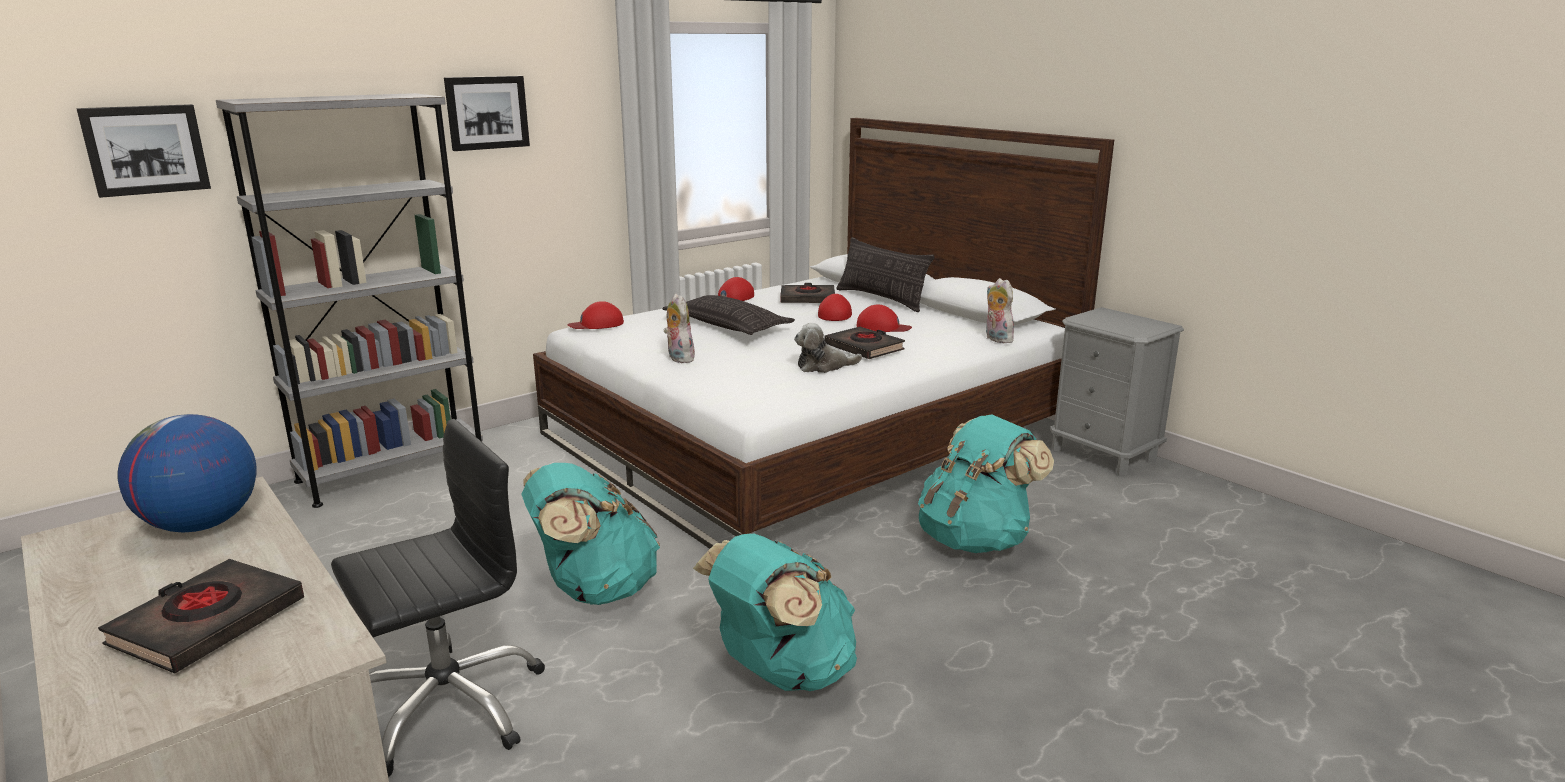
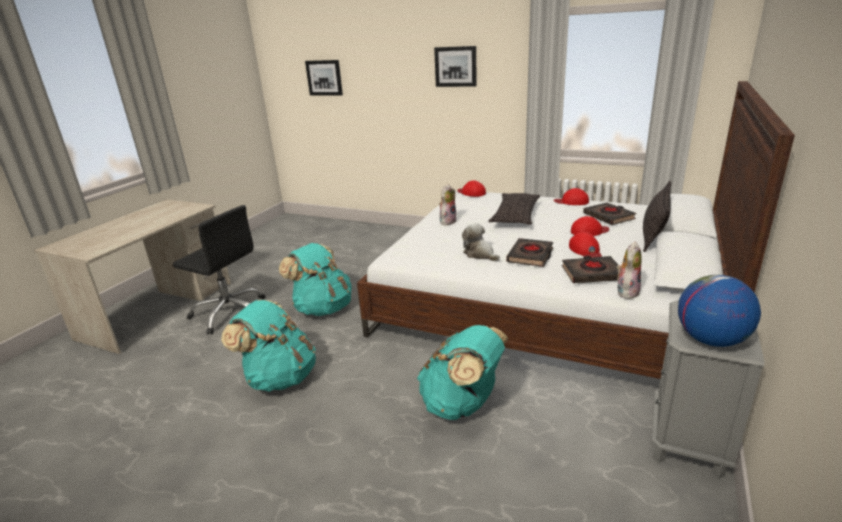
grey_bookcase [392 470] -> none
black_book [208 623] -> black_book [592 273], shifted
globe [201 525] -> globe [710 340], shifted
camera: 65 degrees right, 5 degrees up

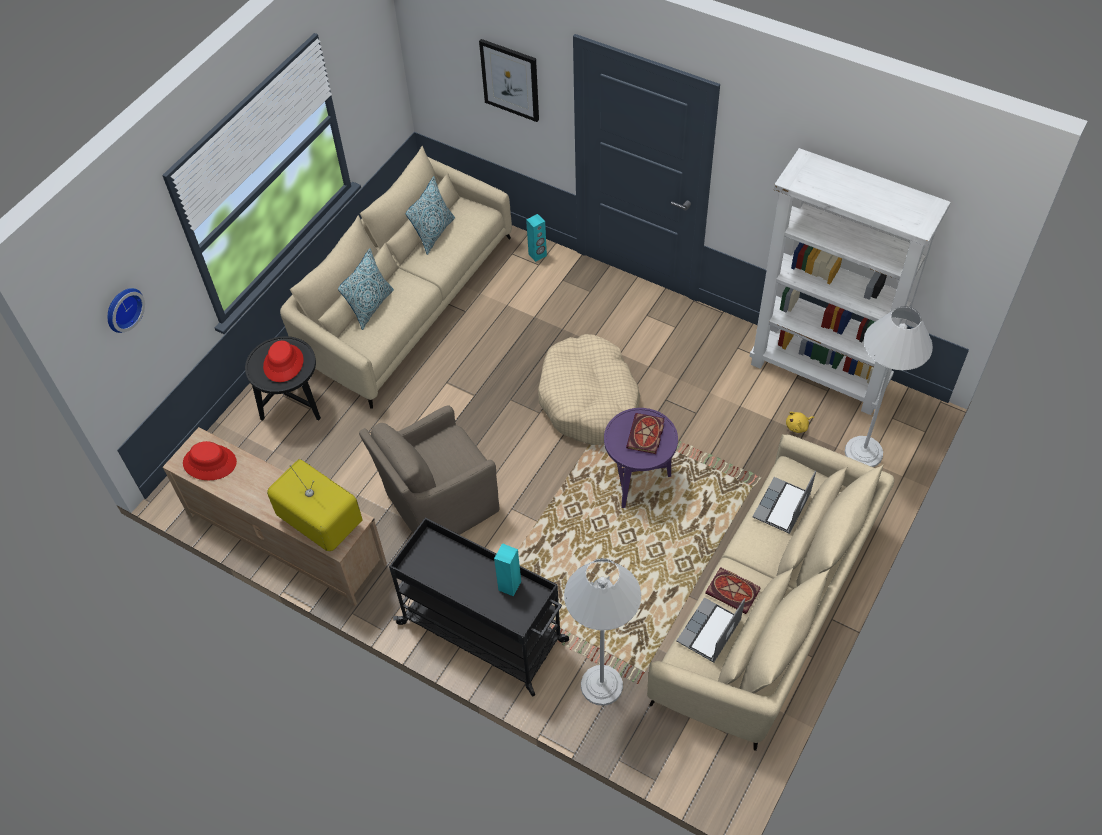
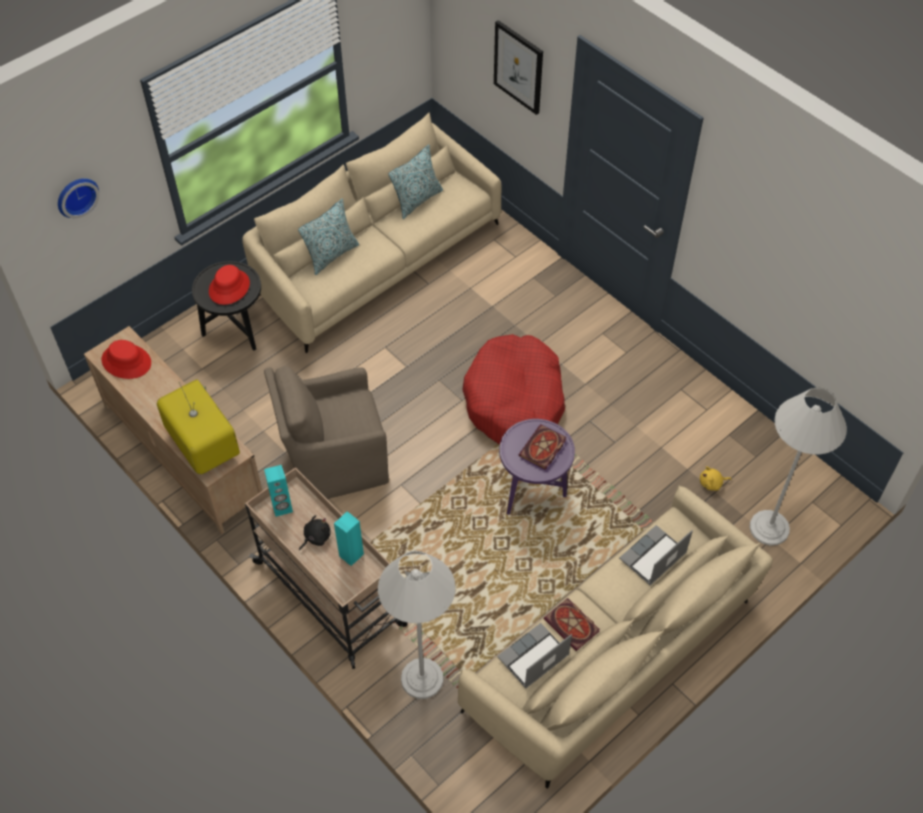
white_bookcase [820 374] -> none
none -> black_plush_toy [316 537]
turquoise_speaker [537 255] -> turquoise_speaker [282 508], shifted
black_cart [484 633] -> beige_cart [330 595]
beige_dog_bed [589 400] -> red_dog_bed [515 401]
camera: 15 degrees right, 0 degrees up

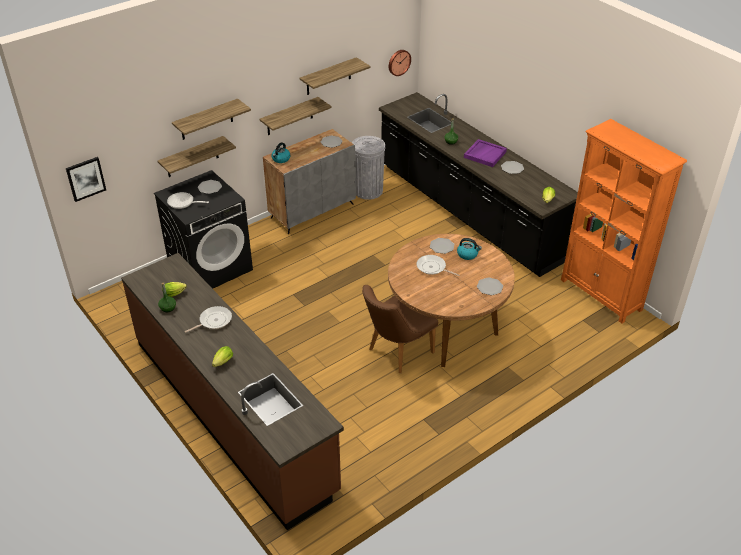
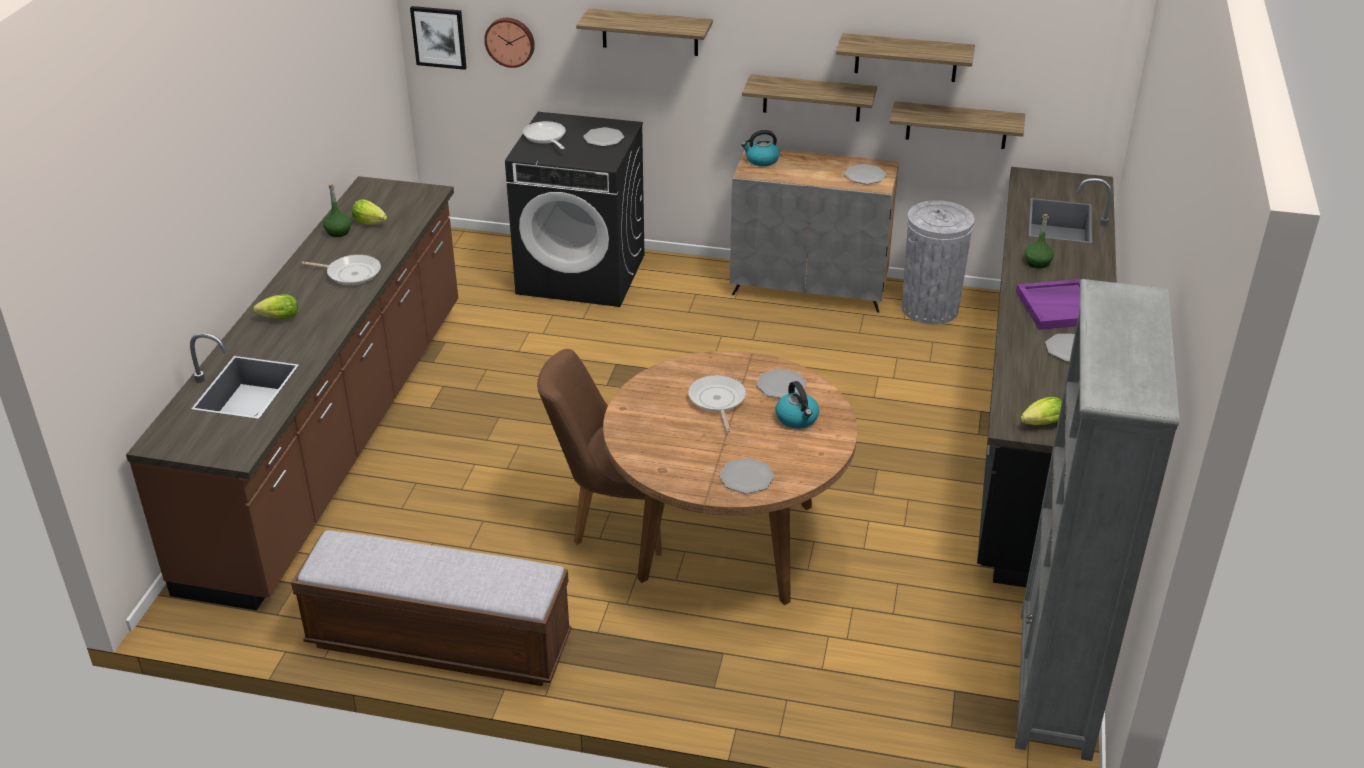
none -> bench [439 642]
shelf [192 157] -> shelf [957 125], shifted
wall_clock [398 62] -> wall_clock [510 41], shifted
orange_bookcase [601 295] -> grey_bookcase [1054 683]
camera: 50 degrees right, 5 degrees down

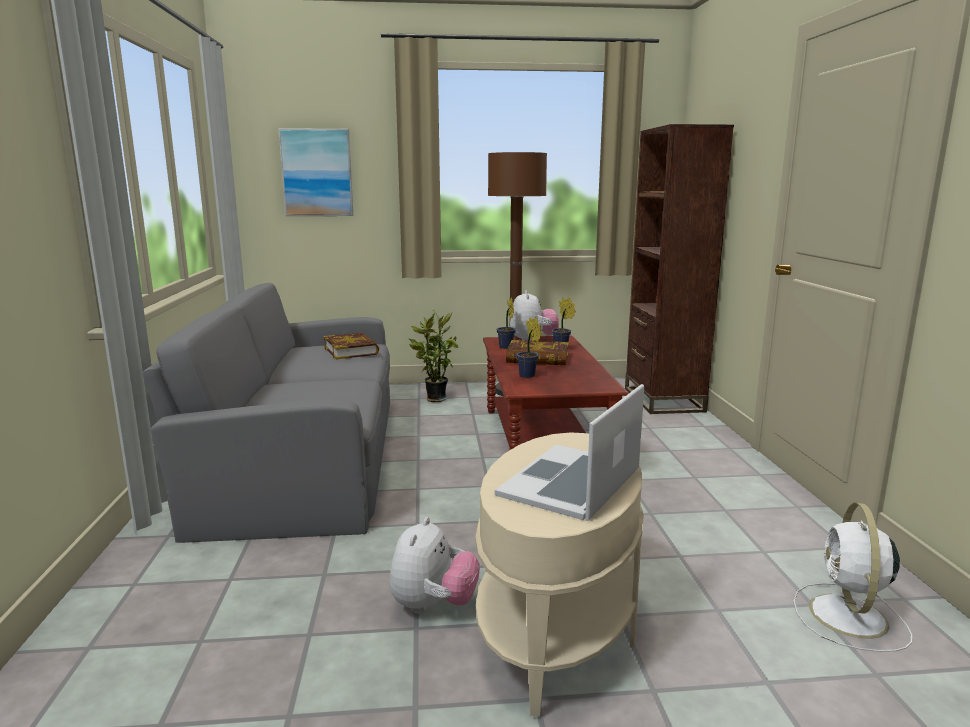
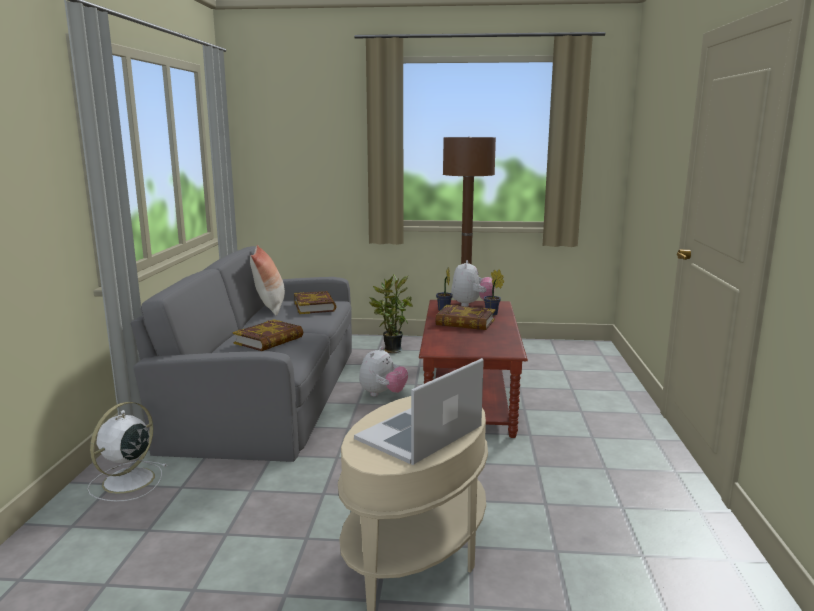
picture [317 173] -> none
potted_plant [528 376] -> none
brown_bookcase [663 399] -> none
none -> book [269 340]
none -> pillow [270 307]
plush_toy [433 605] -> plush_toy [382 394], shifted
white_fan [849 618] -> white_fan [126 482], shifted
camera: 10 degrees right, 0 degrees up

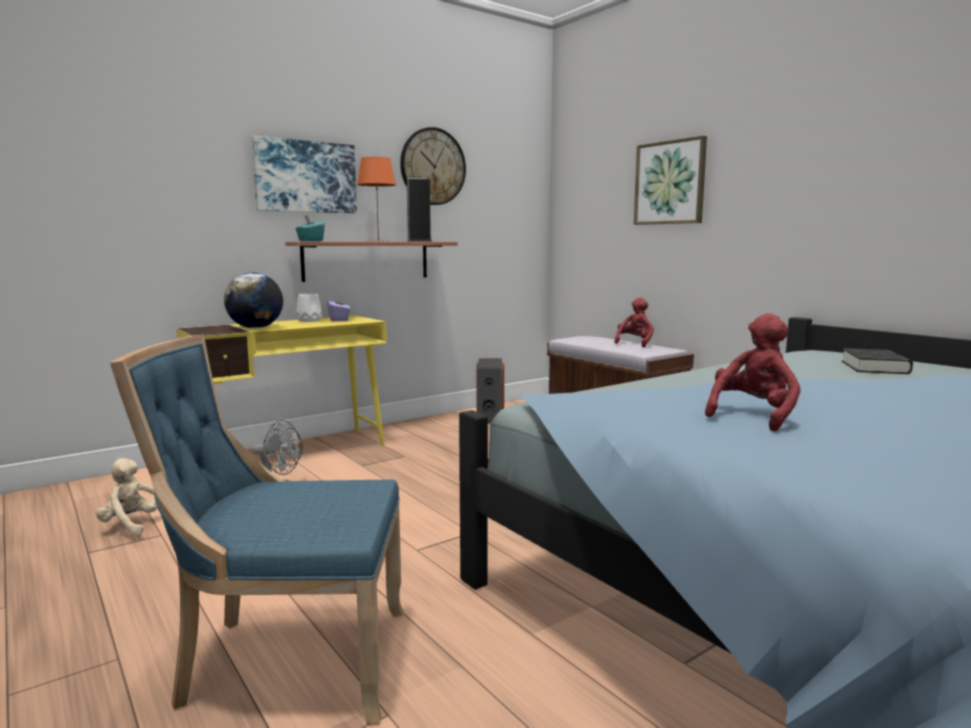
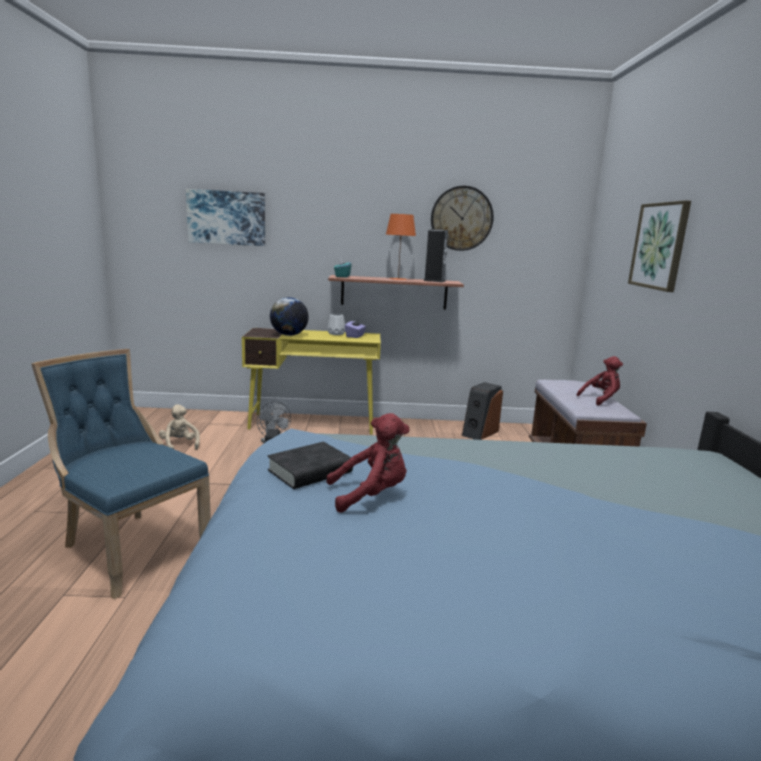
picture [305 177] -> picture [227 218], shifted
black_book [874 367] -> black_book [310 471], shifted
camera: 35 degrees right, 5 degrees up

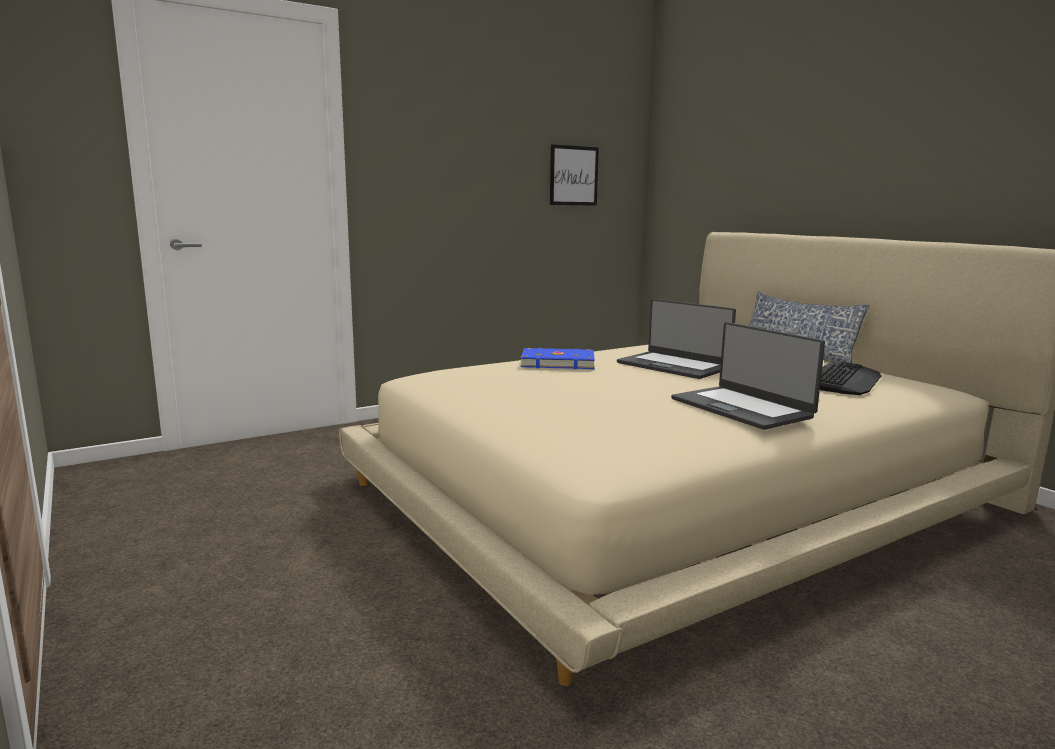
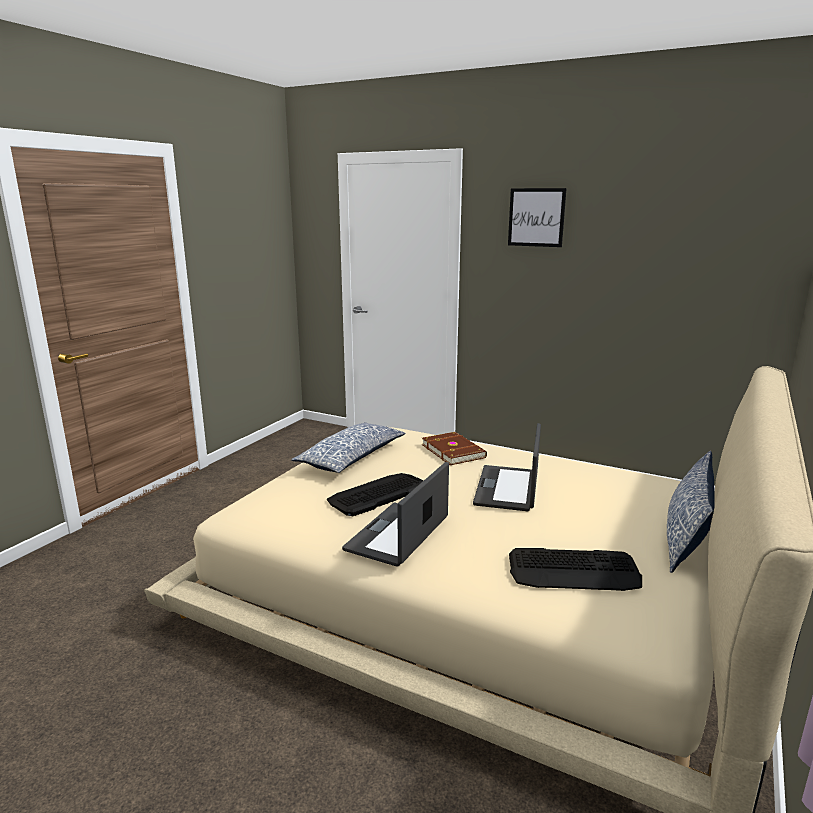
none -> pillow [352 458]
none -> keyboard [377 494]
picture [573 175] -> picture [536 217], shifted
blue_book [557 362] -> brown_book [454 451]
camera: 60 degrees right, 5 degrees up

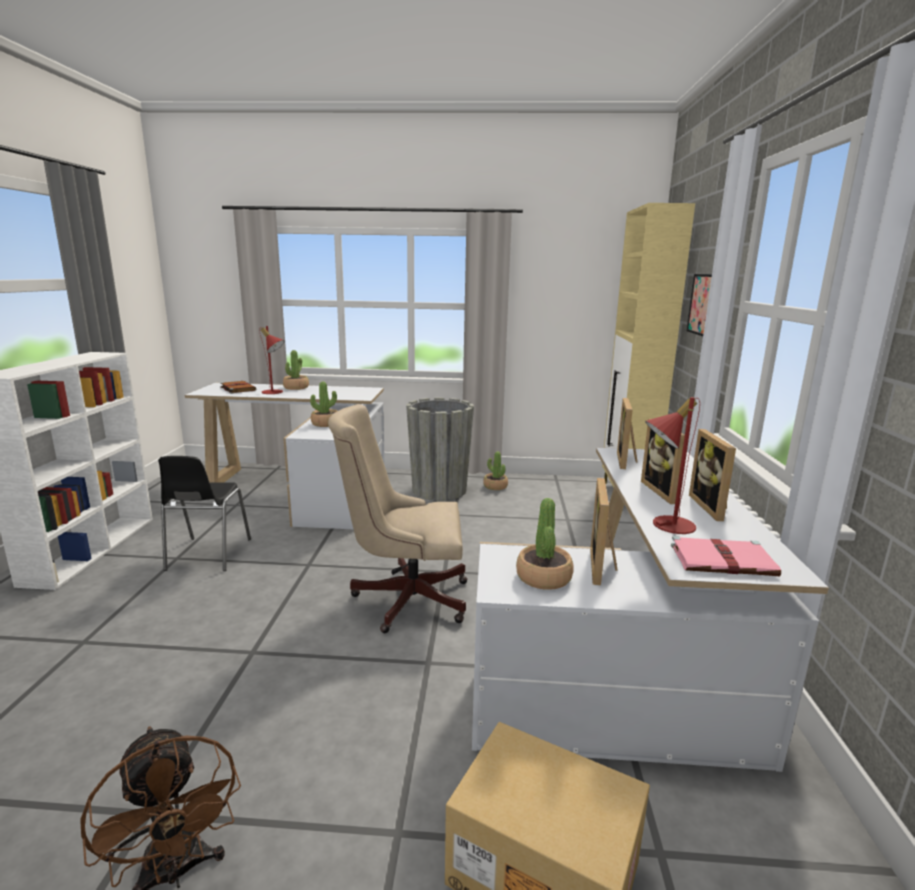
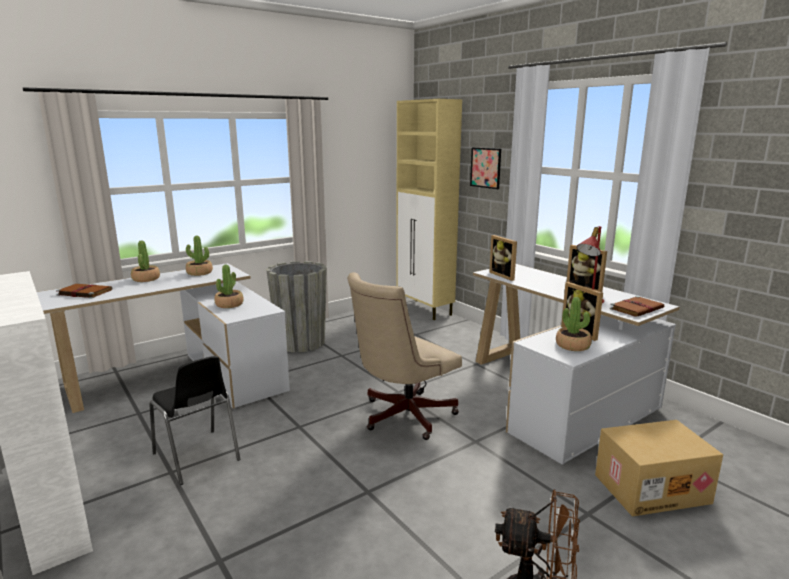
red_table_lamp [274 392] -> none
picture_frame [664 491] -> none
potted_plant [495 486] -> potted_plant [199 273], shifted
pink_book [724 561] -> brown_book [637 308]
camera: 40 degrees left, 0 degrees up

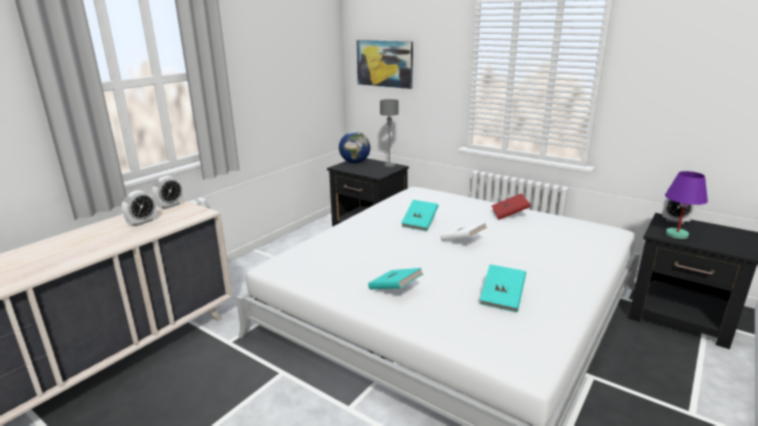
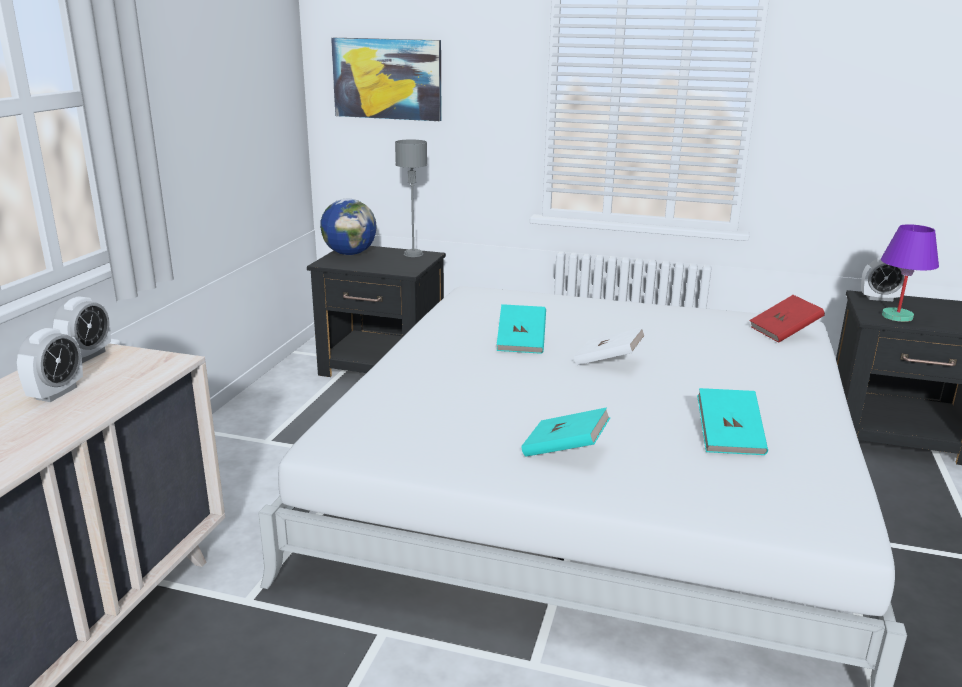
red_book [509 214] -> red_book [784 332], shifted
camera: 20 degrees left, 0 degrees up

